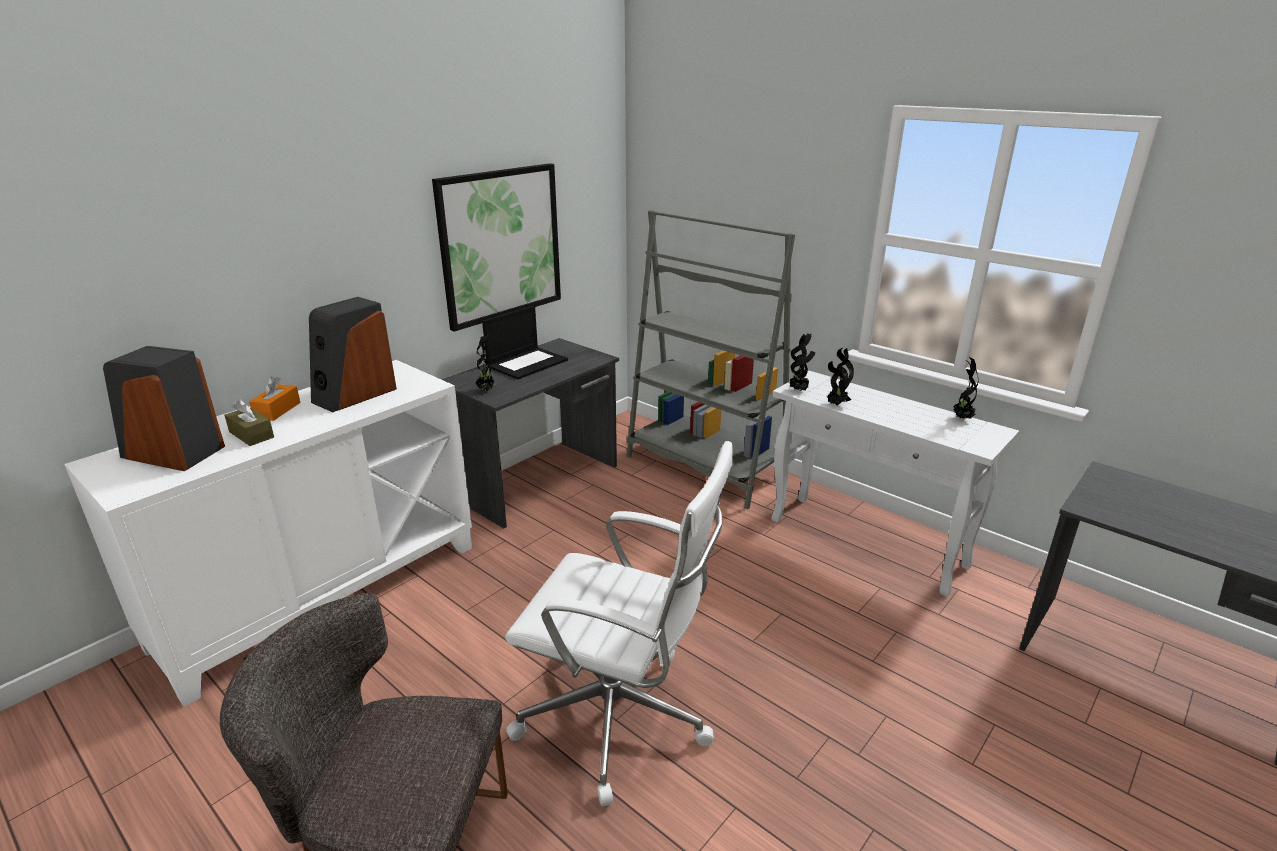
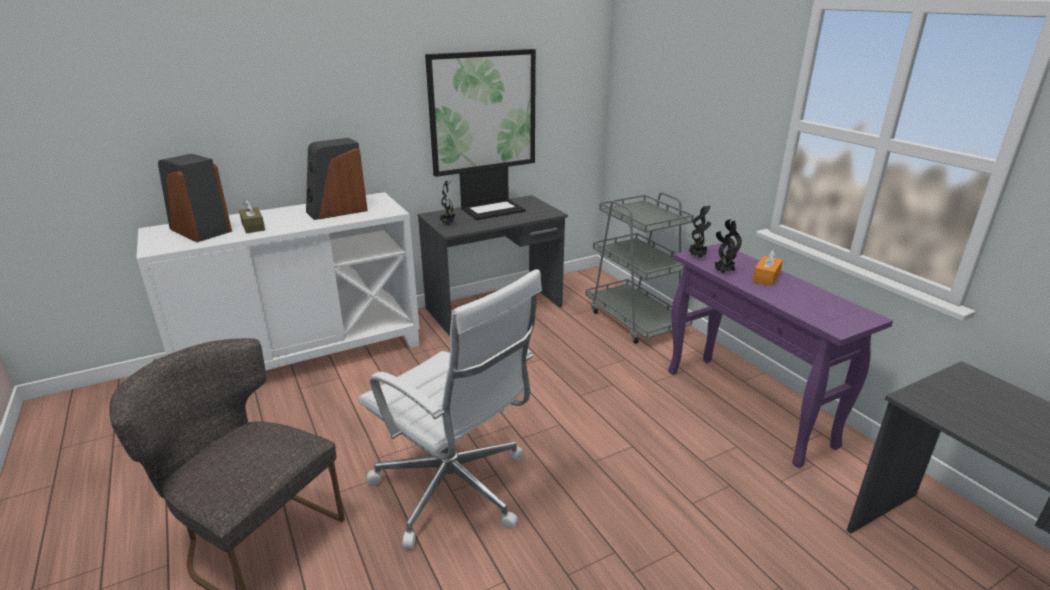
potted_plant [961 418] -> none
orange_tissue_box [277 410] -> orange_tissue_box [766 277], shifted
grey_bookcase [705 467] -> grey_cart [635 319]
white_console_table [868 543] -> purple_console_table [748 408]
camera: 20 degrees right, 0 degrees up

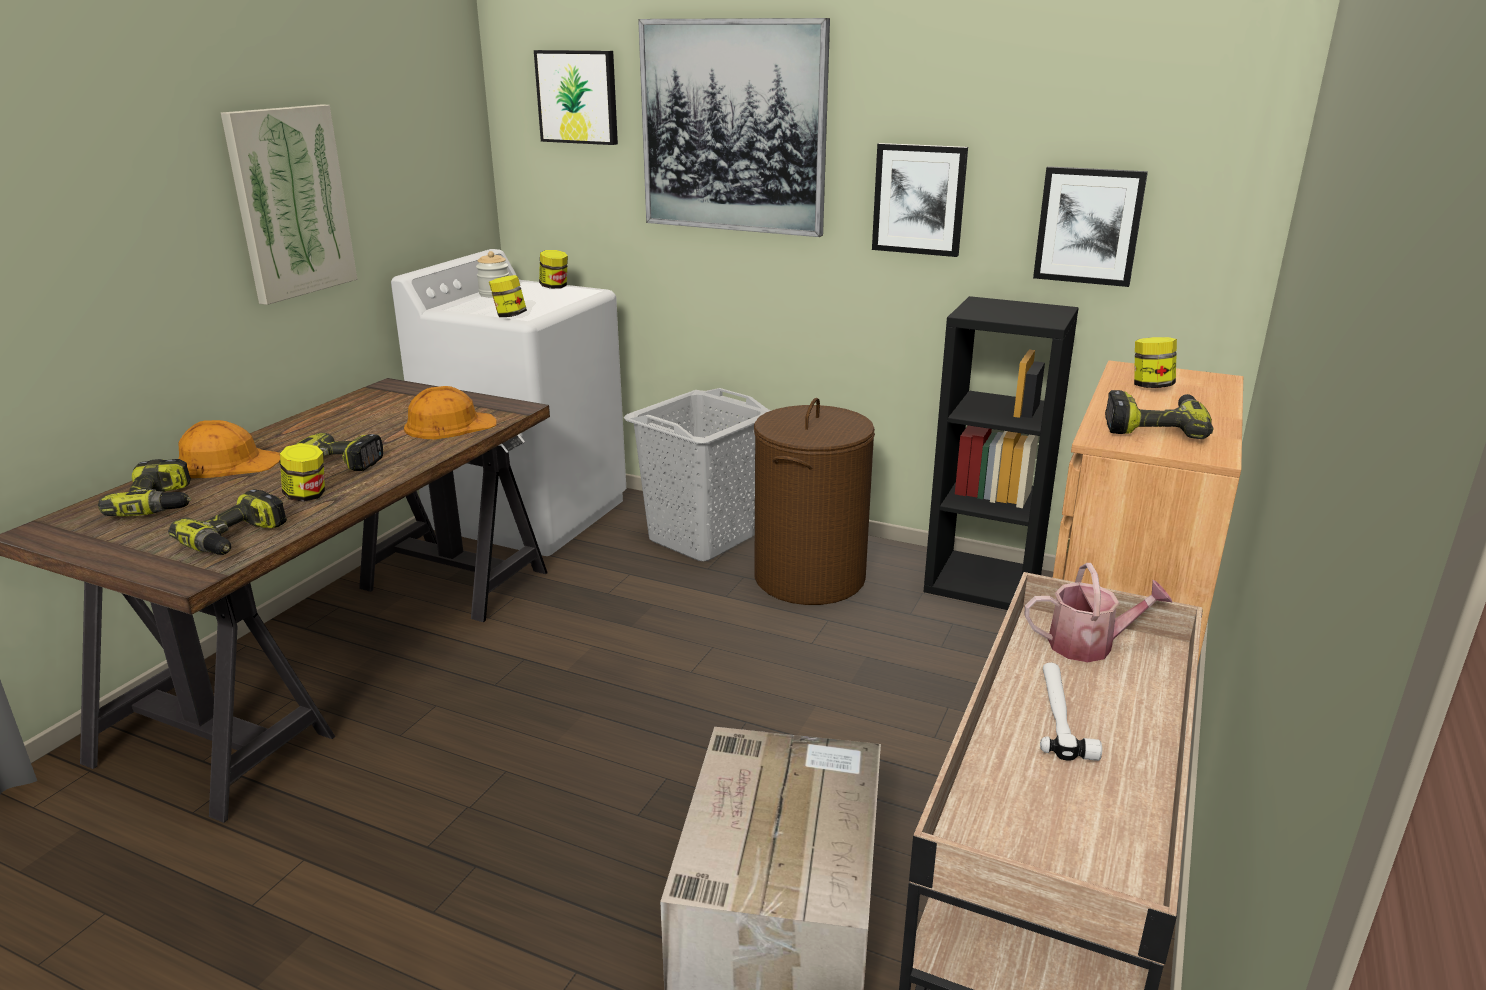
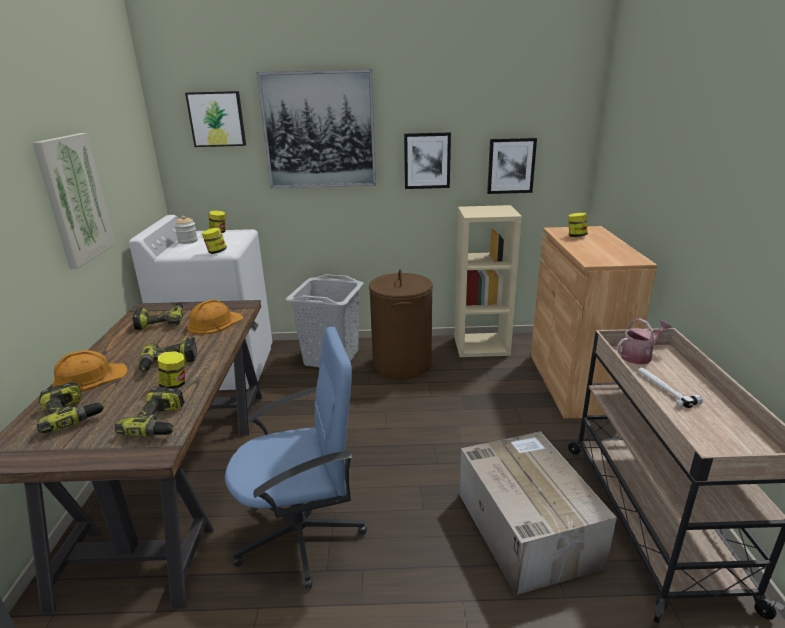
none -> blue_office_chair [302 533]
power_drill [1154 427] -> power_drill [161 322], shifted
black_bookcase [984 583] -> beige_bookcase [481 346]
camera: 25 degrees left, 0 degrees up

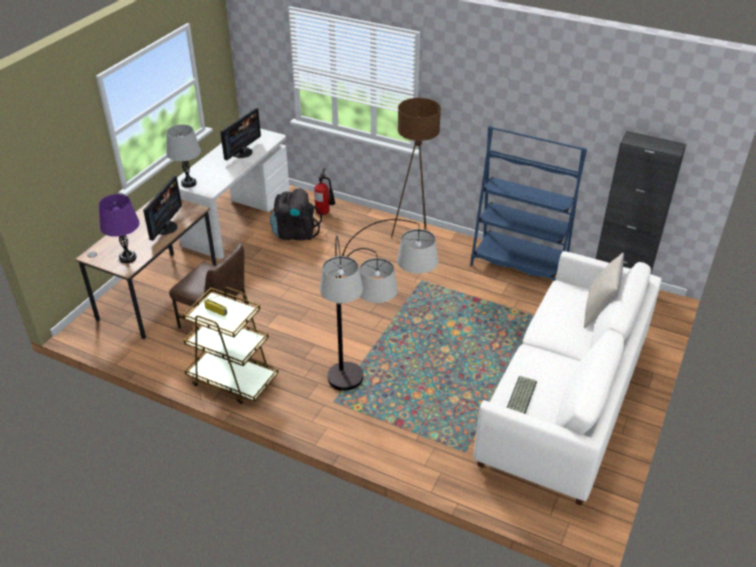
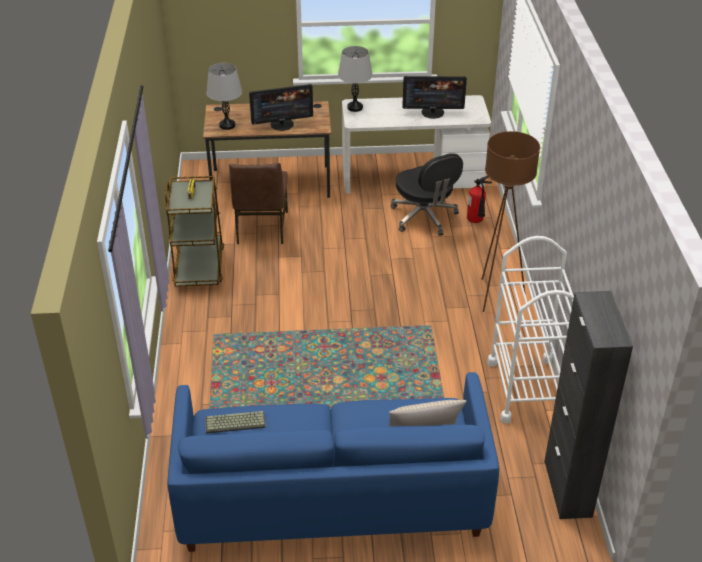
floor_lamp [368 406] -> none
black_backpack [295 233] -> black_office_chair [424 217]
blue_bookcase [518 265] -> white_cart [527 389]
purple_table_lamp [127 258] -> grey_table_lamp [227 125]
white_sofa [565 399] -> blue_sofa [332 496]
camera: 60 degrees right, 0 degrees up

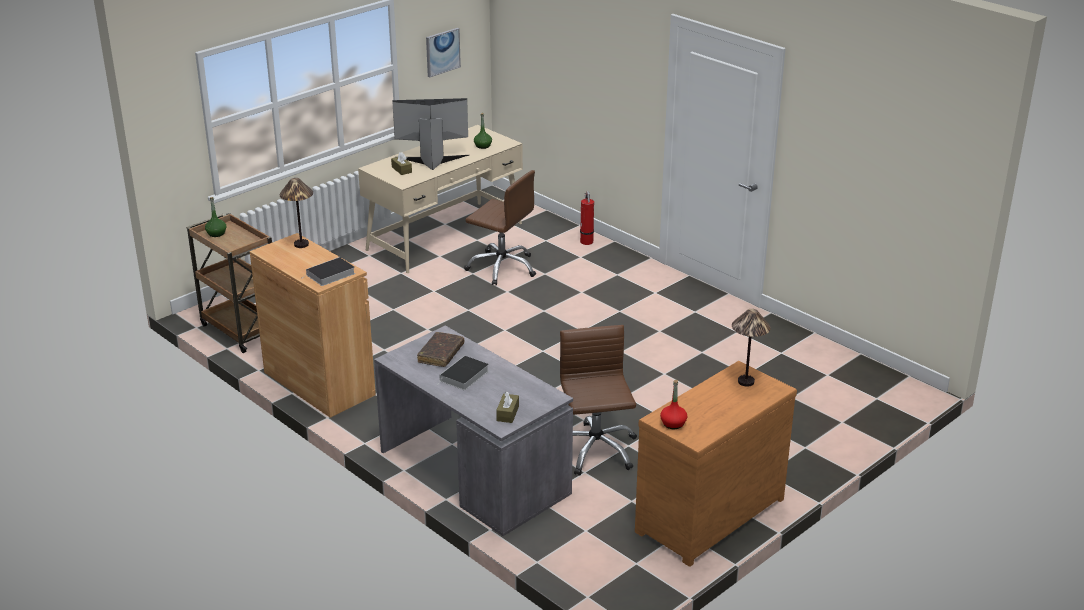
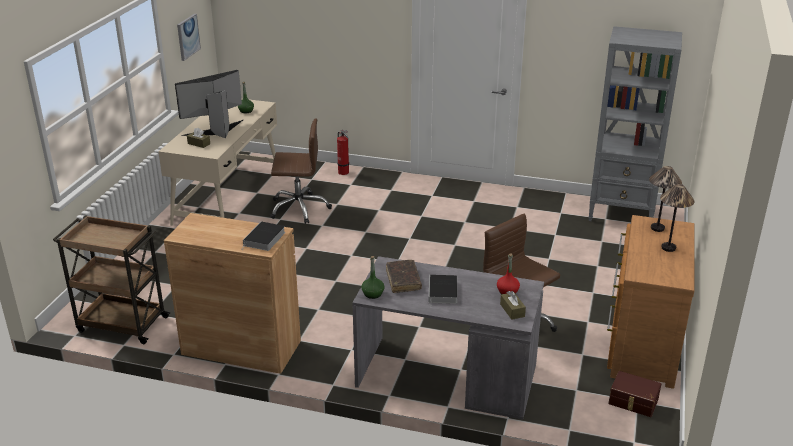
none -> grey_bookcase [621 214]
none -> brown_storage_box [633 402]
green_bottle [216 233] -> green_bottle [372 294], shifted
table_lamp [301 245] -> table_lamp [668 248], shifted
red_bottle [673 424] -> red_bottle [507 291], shifted
camera: 30 degrees left, 0 degrees up

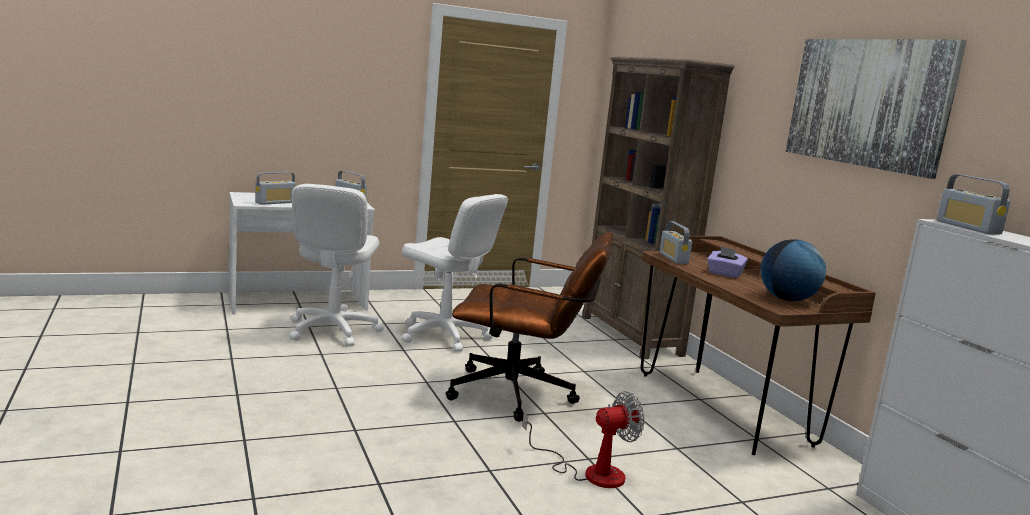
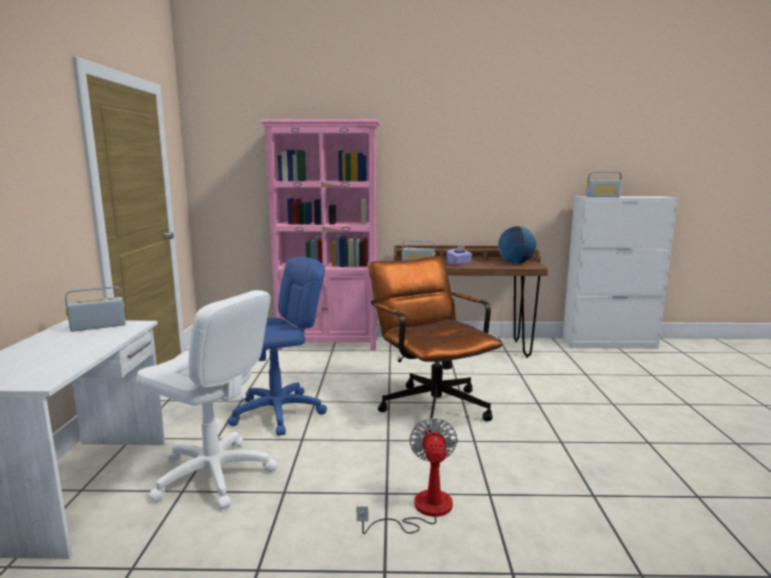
radio [275 202] -> none
picture [867 103] -> none
fan [590 472] -> fan [421 510], shifted
white_office_chair [444 335] -> blue_office_chair [277 412]
brown_bookcase [631 336] -> pink_bookcase [329 343]
brown_office_chair [523 396] -> brown_office_chair [430 404], 60 degrees counterclockwise
camera: 65 degrees left, 0 degrees up

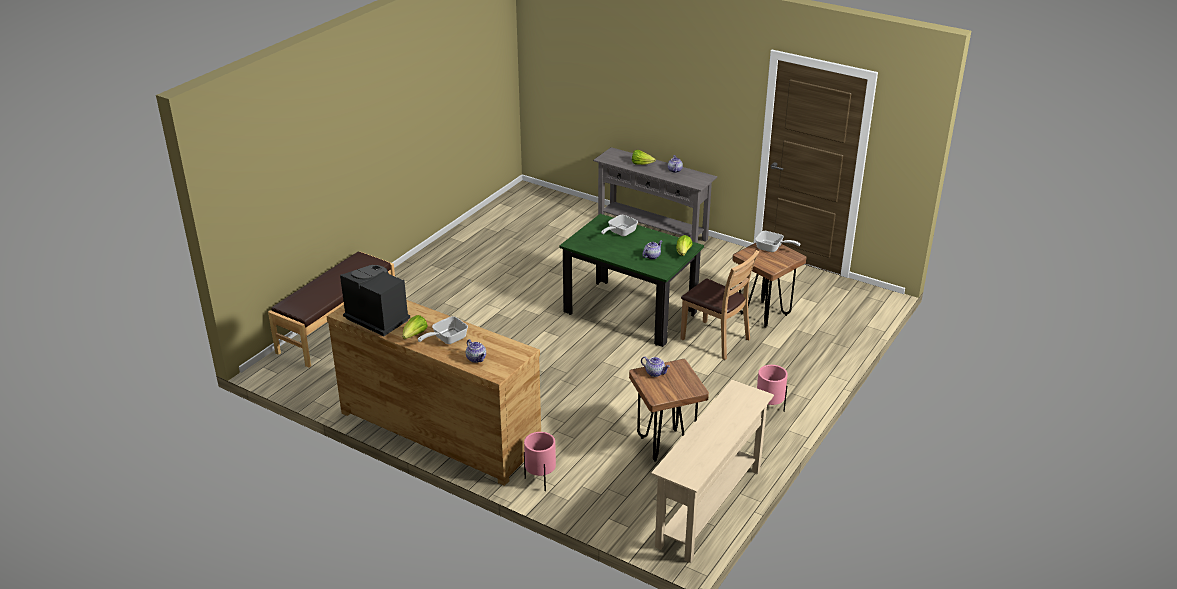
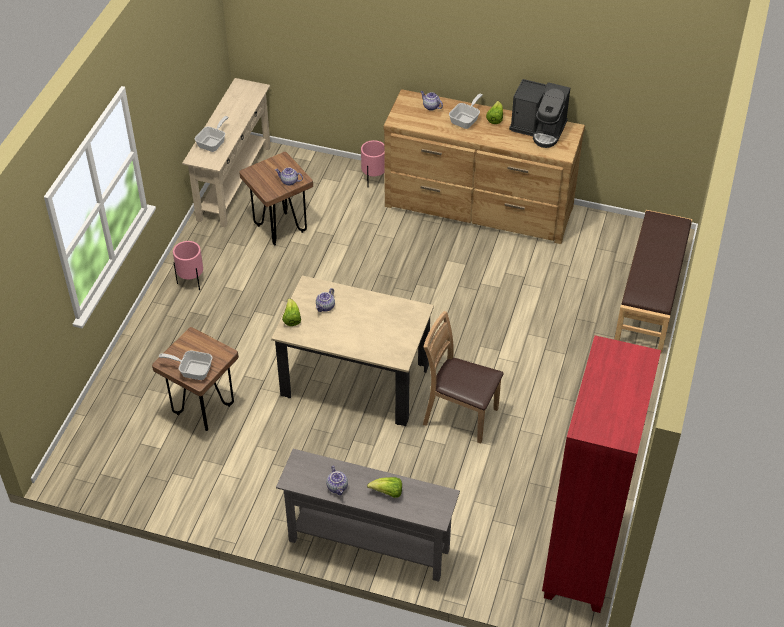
none -> red_bookcase [582 557]
frying_pan [620 233] -> frying_pan [213 143], shifted
brown_chair [715 340] -> brown_chair [459 415], shifted
green_dining_table [630 313] -> beige_dining_table [355 381]
camera: 165 degrees right, 15 degrees up

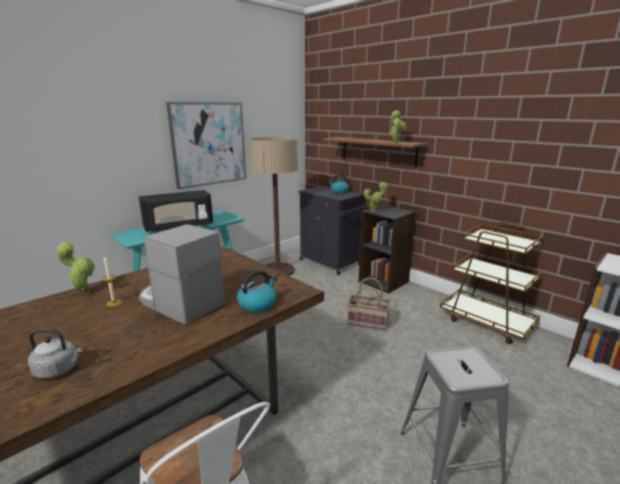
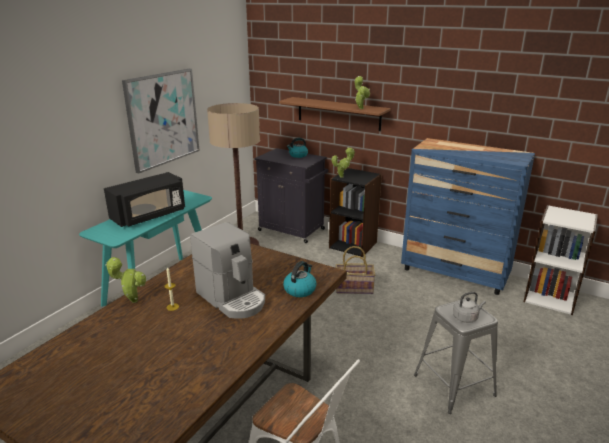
grey_kettle [59 370] -> grey_kettle [466 317], shifted
brown_cart [486 322] -> blue_dresser [455 273]
coffee_machine [179 303] -> coffee_machine [232 298], 150 degrees counterclockwise
camera: 15 degrees left, 5 degrees up

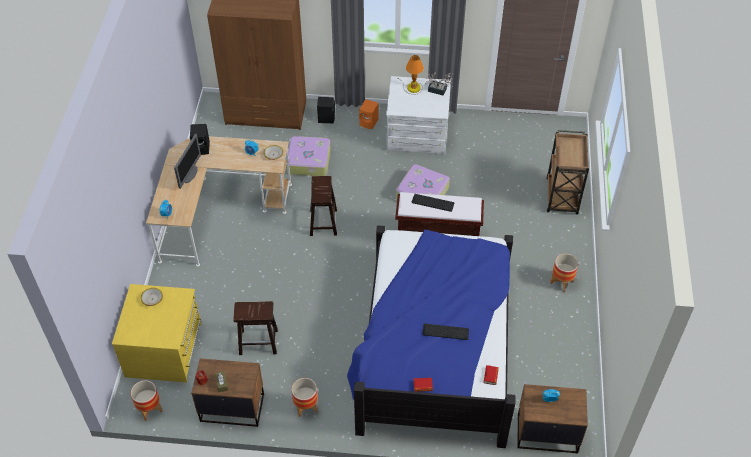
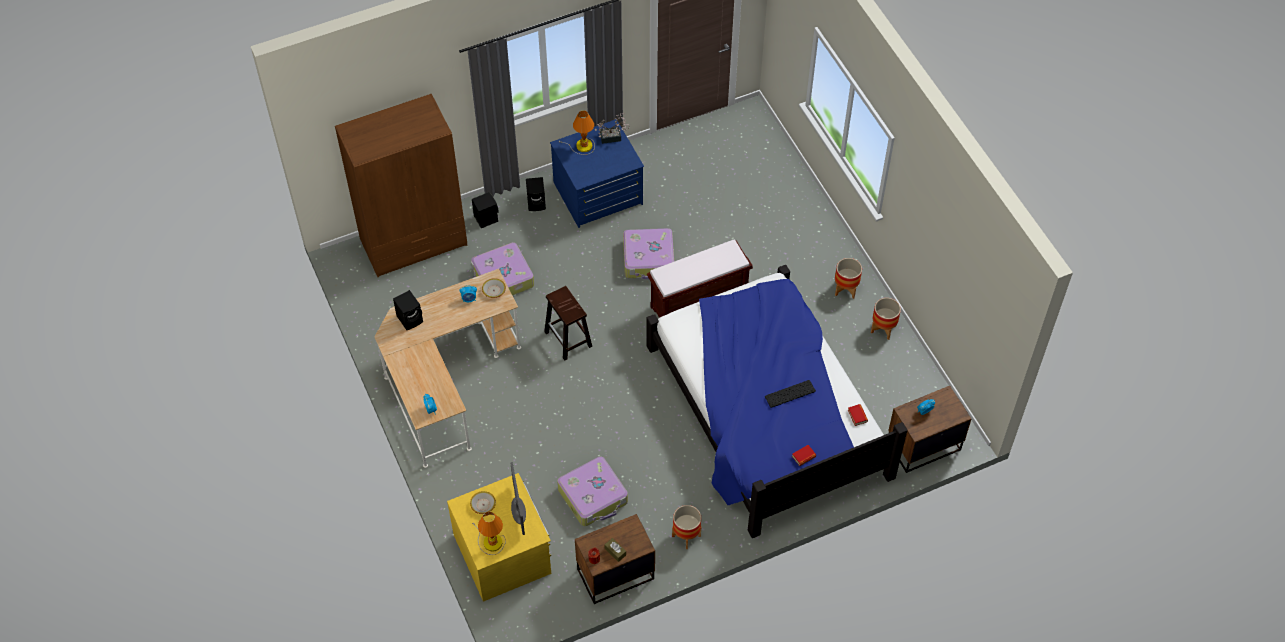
keyboard [432 203] -> none
brown_cart [562 197] -> none
none -> table_lamp [490 542]
planter [149 409] -> planter [883 329], shifted
monitor [190 174] -> monitor [518 510], shifted
brown_stool [259 342] -> suitcase [593 496]
orange_speaker [369 123] -> black_speaker [537 203]
white_dresser [417 135] -> blue_dresser [598 194]
camera: 30 degrees left, 5 degrees up

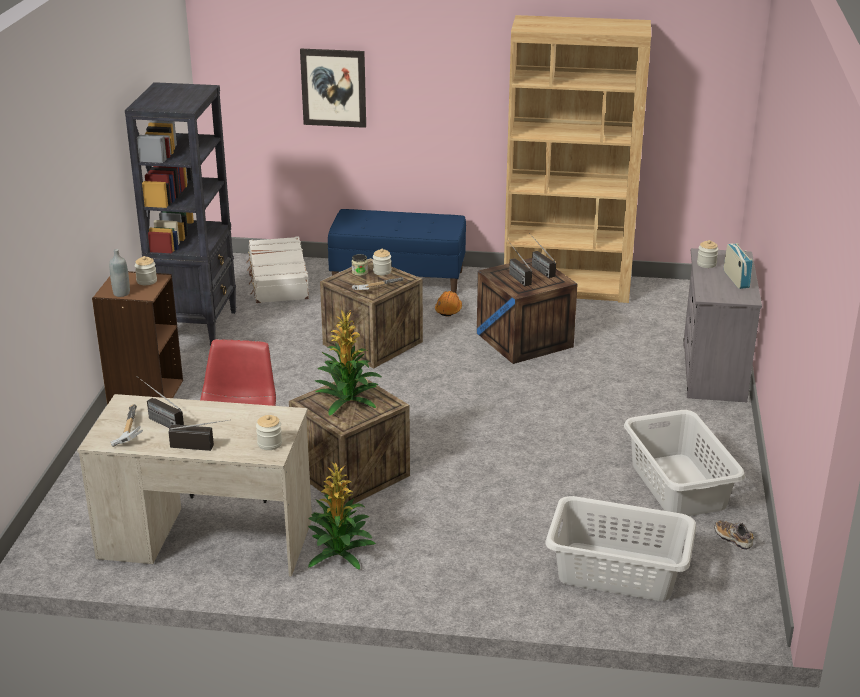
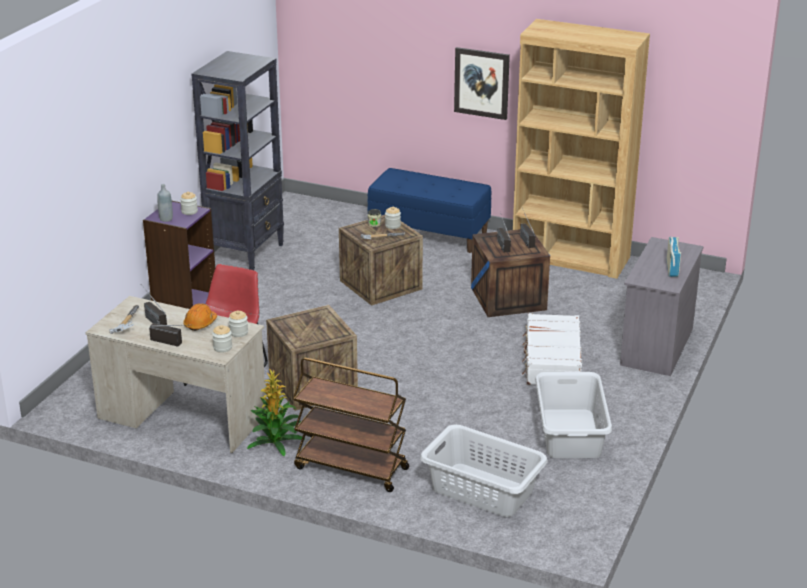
potted_plant [348 399] -> none
shoe [733 539] -> none
none -> brown_cart [350 468]
white_suitcase [278 280] -> white_suitcase [551 360], shifted
picture [333 87] -> picture [481 83], shifted
orange_hard_hat [448 310] -> orange_hard_hat [200 323], shifted
jar [706 264] -> jar [238 332], shifted
brown_bookcase [145 393] -> purple_bookcase [184 301]
camera: 15 degrees right, 0 degrees up

